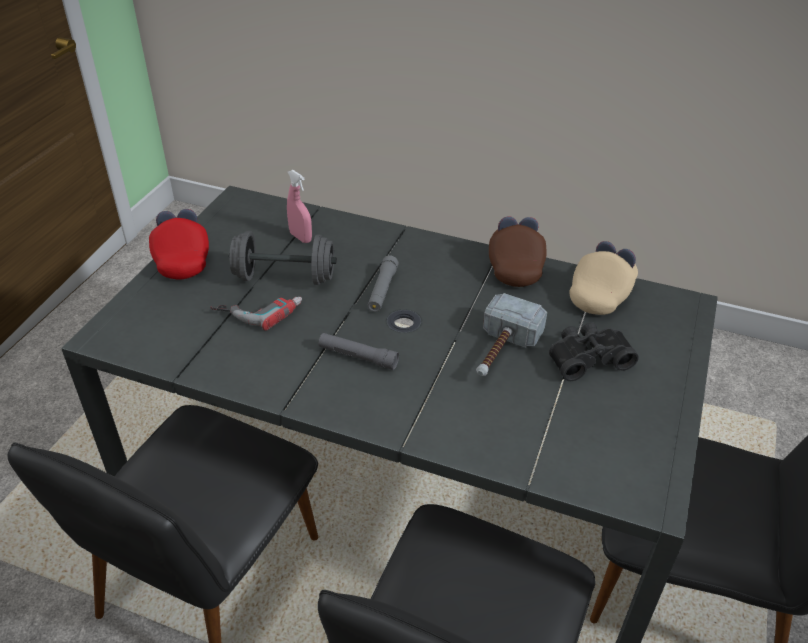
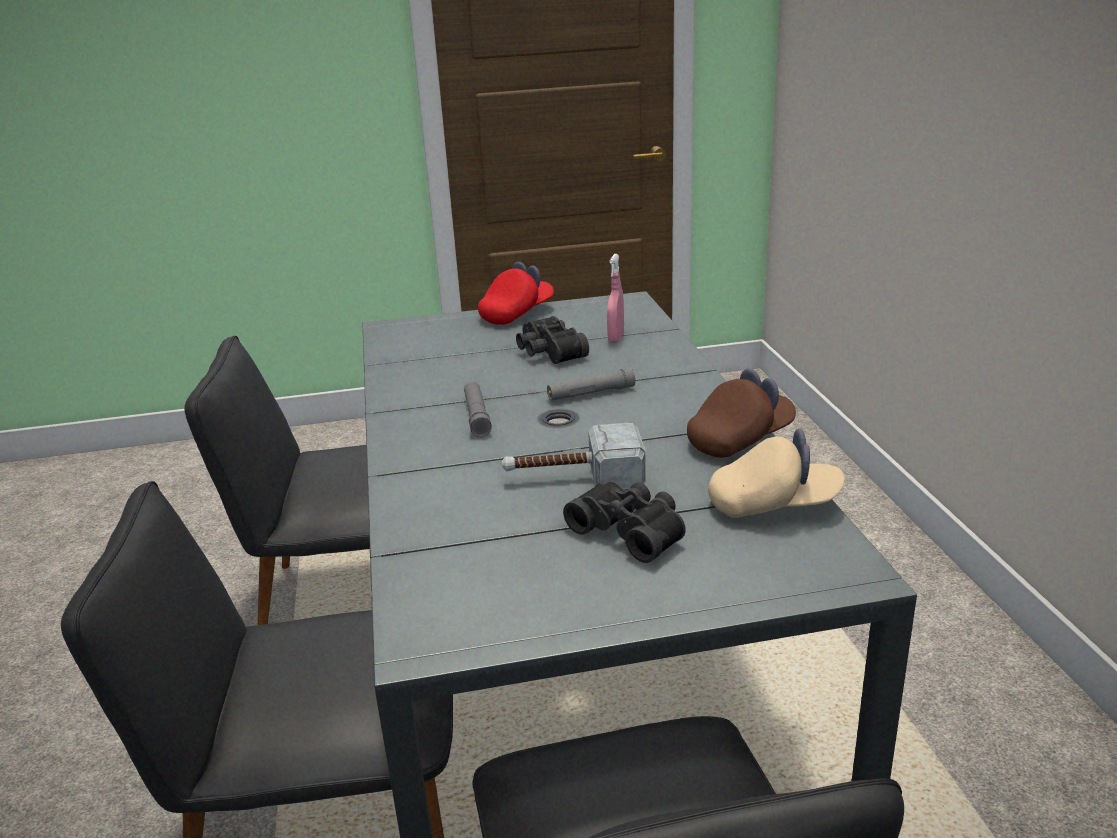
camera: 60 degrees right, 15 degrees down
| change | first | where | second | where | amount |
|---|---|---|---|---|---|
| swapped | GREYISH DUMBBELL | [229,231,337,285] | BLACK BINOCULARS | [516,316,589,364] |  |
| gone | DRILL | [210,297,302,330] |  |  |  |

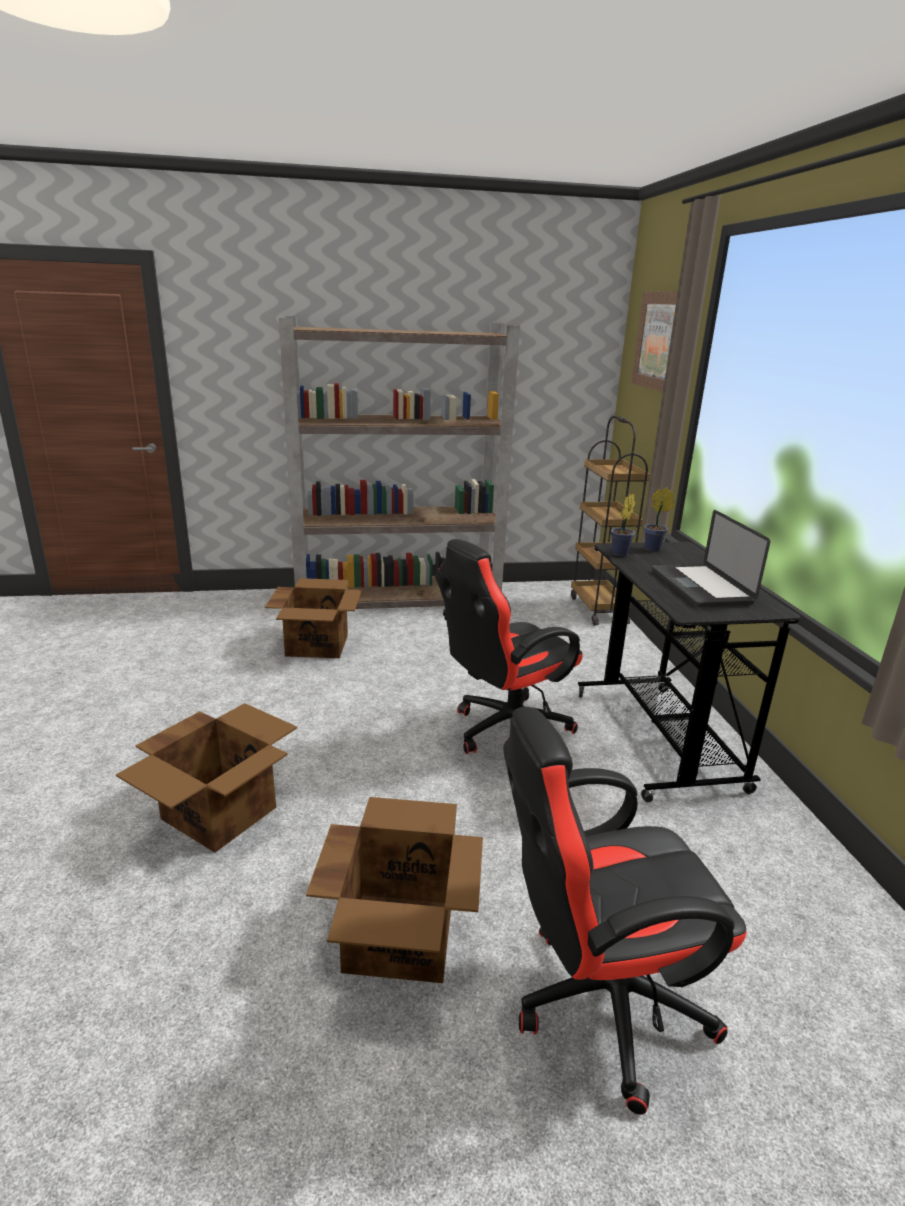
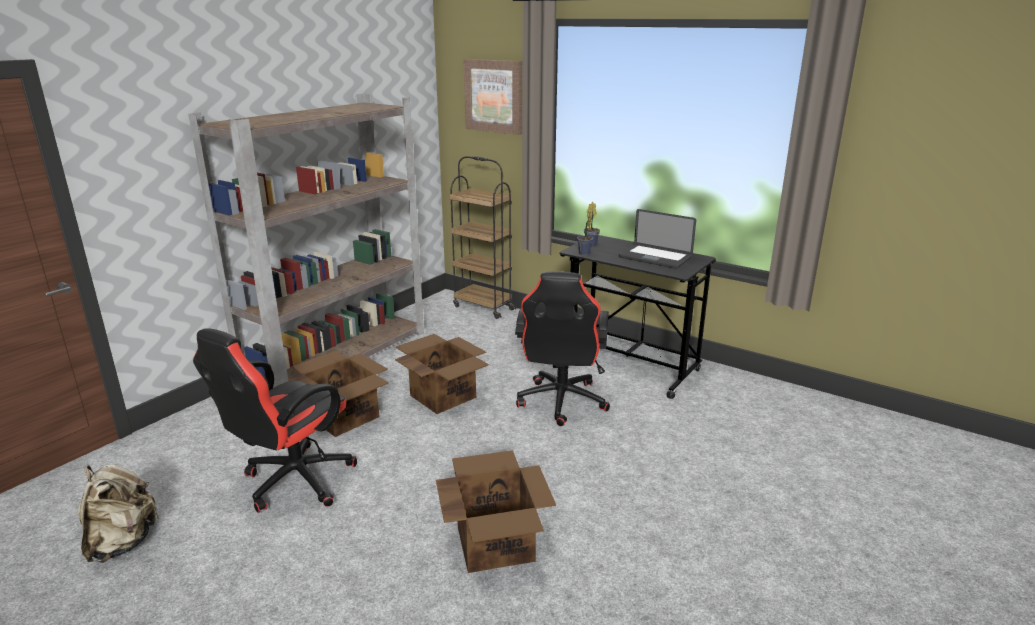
camera: 45 degrees left, 0 degrees up
| change | first | where | second | where | amount |
|---|---|---|---|---|---|
| new |  |  | BEIGE-COLOURED RUCKSACK | [78,464,160,563] |  |
| shifted | BLACK COMPUTER CHAIR | [503,707,746,1115] |  | [193,328,357,513] |  |
| shifted | PACKING BOX | [306,797,483,983] |  | [395,334,489,414] |  |

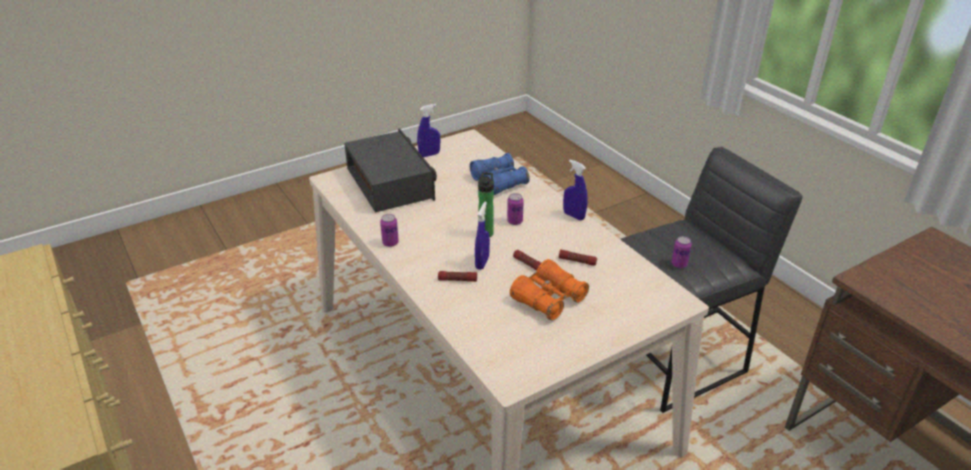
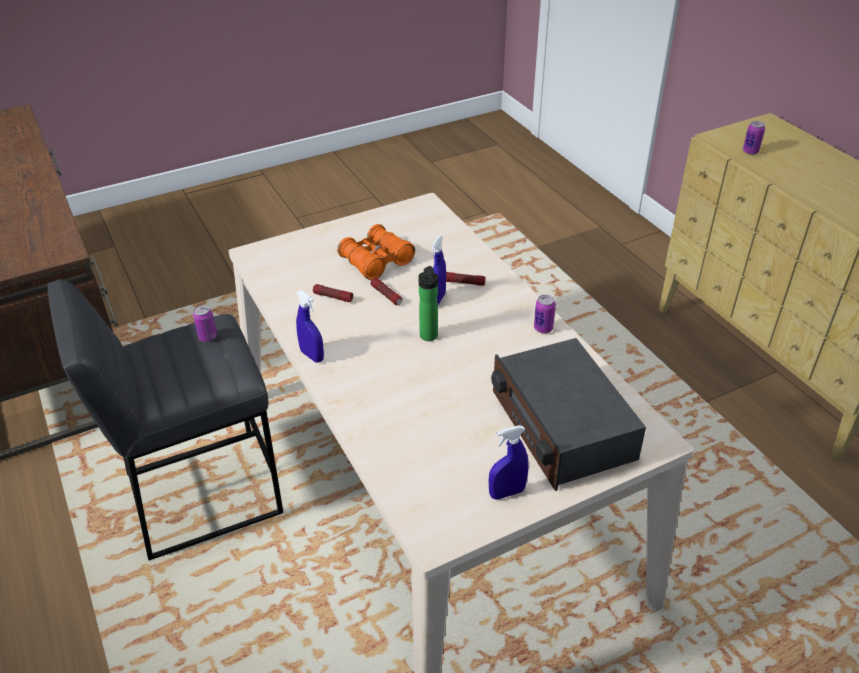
camera: 175 degrees left, 5 degrees up
| change | first | where | second | where | amount |
|---|---|---|---|---|---|
| shifted | SEALED CAN | [507,193,524,225] |  | [743,121,765,155] |  |
| gone | BLUE BINOCULARS | [470,153,530,195] |  |  |  |

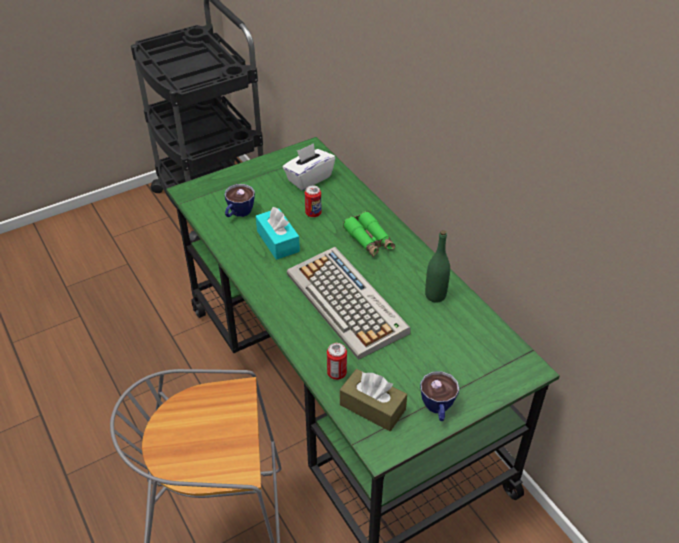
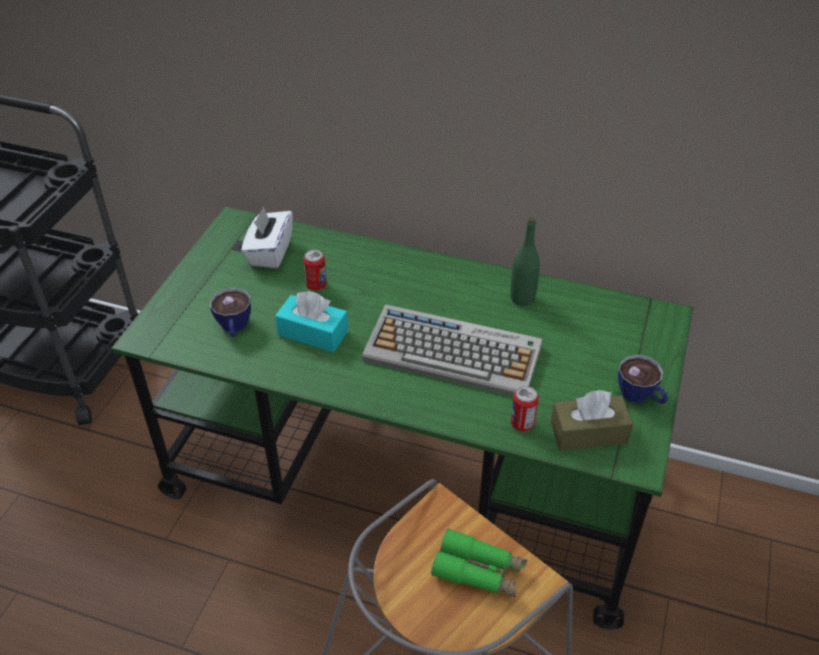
camera: 40 degrees left, 0 degrees up
| change | first | where | second | where | amount |
|---|---|---|---|---|---|
| shifted | GREEN-COLOURED BINOCULARS | [343,211,395,257] |  | [431,529,527,598] |  |

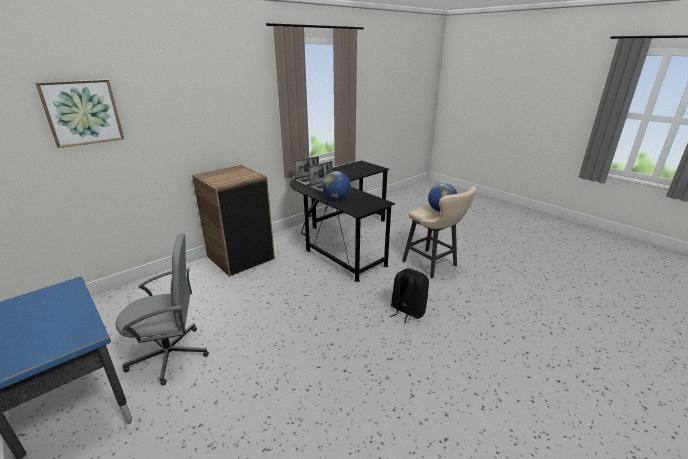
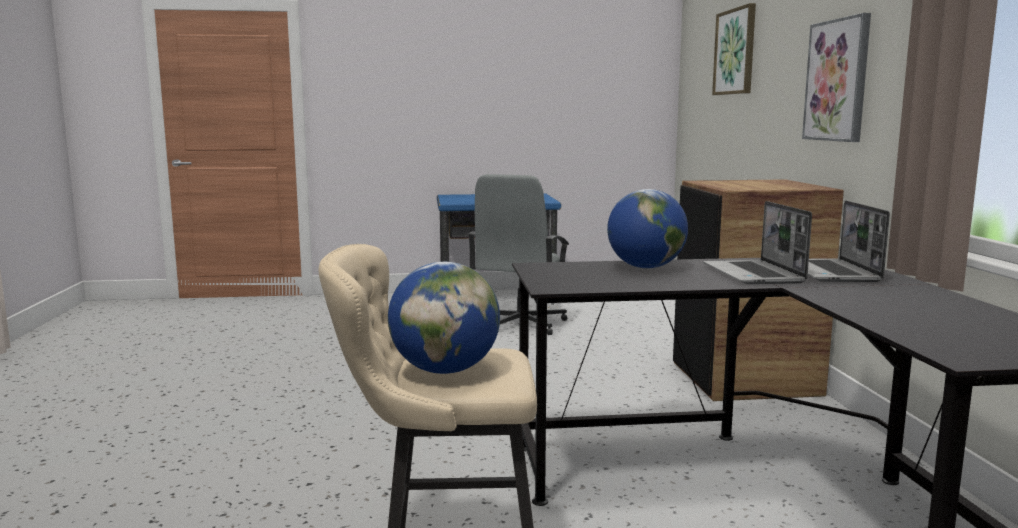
camera: 125 degrees right, 15 degrees down
| change | first | where | second | where | amount |
|---|---|---|---|---|---|
| new |  |  | WALL PICTURE | [802,13,871,142] |  |
| gone | BLACK RUCKSACK | [390,268,429,323] |  |  |  |

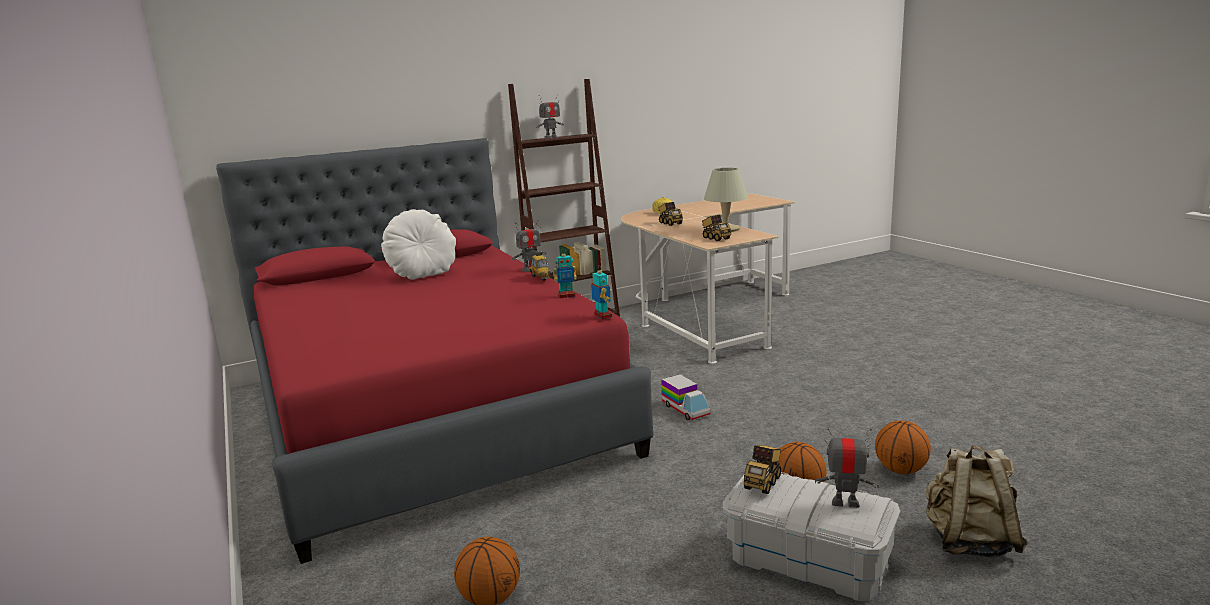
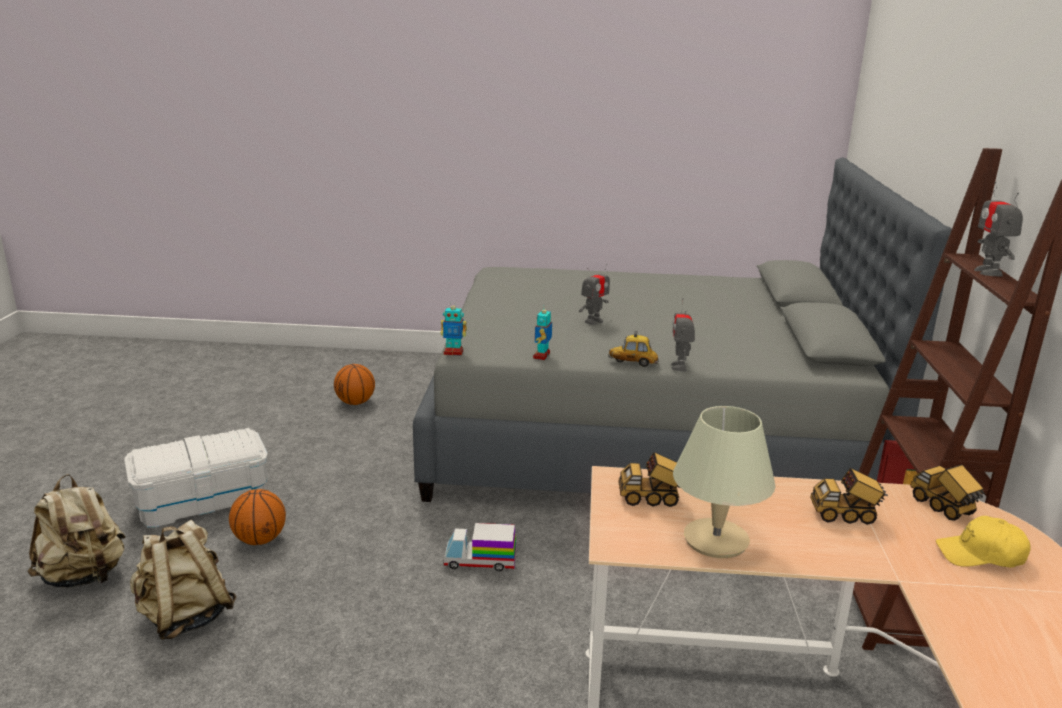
camera: 120 degrees right, 5 degrees up
| change | first | where | second | where | amount |
|---|---|---|---|---|---|
| swapped | BALL FOR BASKETBALL | [875,421,931,474] | BEIGE-COLOURED RUCKSACK | [130,520,237,640] |  |
| repainted | RED BEDROOM BED | [216,138,653,564] | GREYISH BEDROOM BED | [413,157,952,502] |  |
| shifted | TOY ROBOT | [815,428,879,508] |  | [579,264,610,325] |  |
| shifted | TOY TRUCK | [744,445,781,494] |  | [910,464,985,521] |  |
| gone | WHITISH THROW PILLOW | [381,209,456,280] |  |  |  |

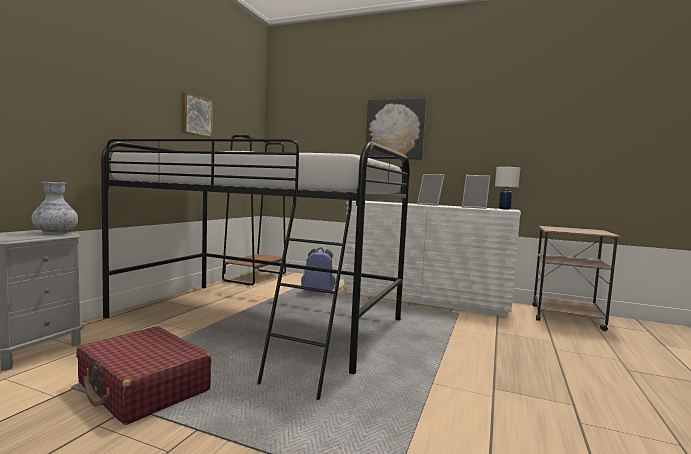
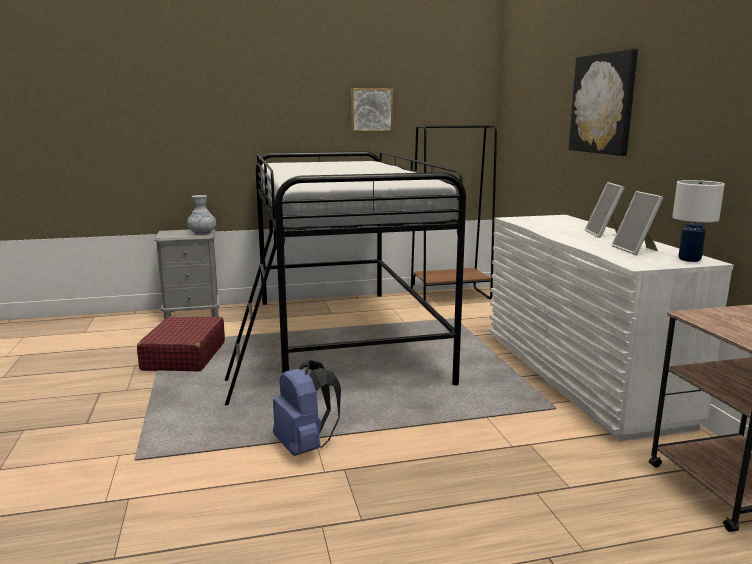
camera: 55 degrees right, 10 degrees up
| change | first | where | second | where | amount |
|---|---|---|---|---|---|
| shifted | BLUE RUCKSACK | [301,247,335,293] |  | [273,360,341,456] |  |

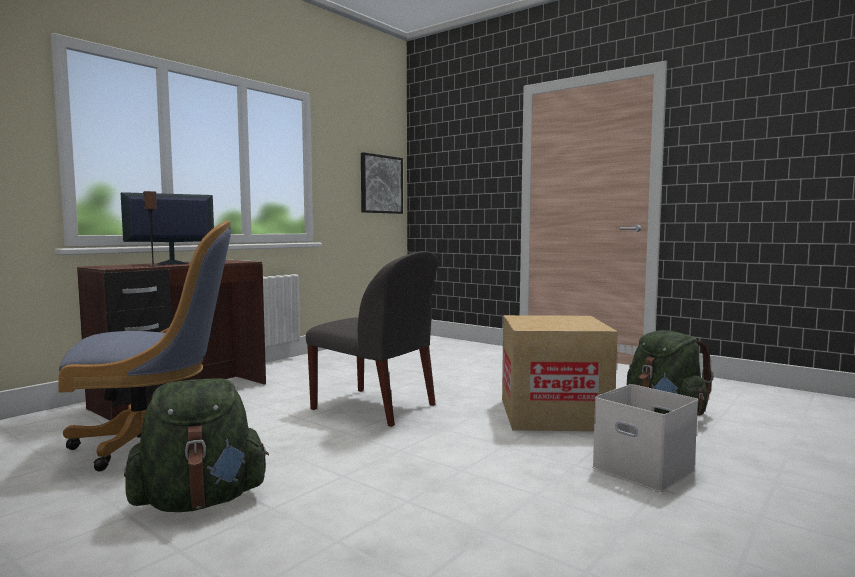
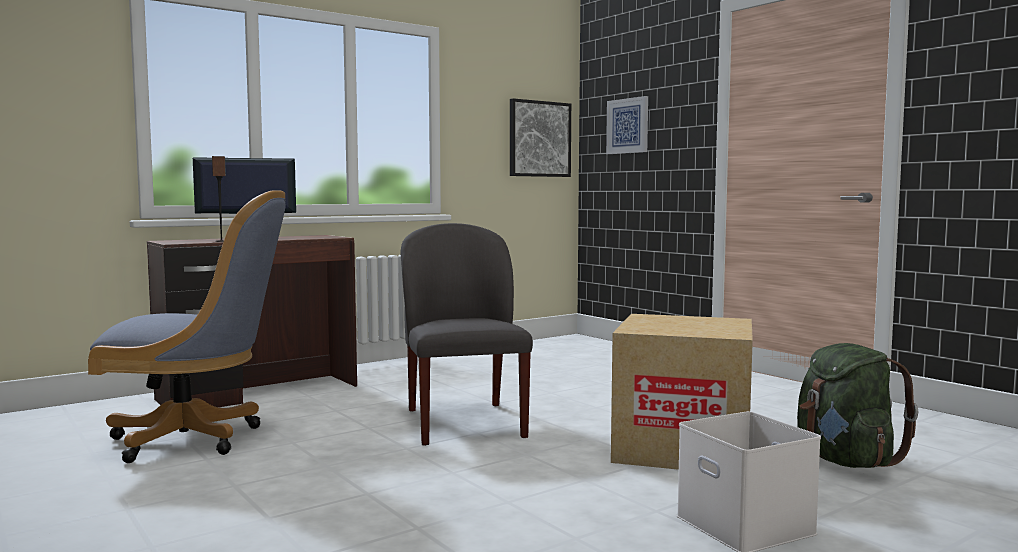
camera: 15 degrees right, 0 degrees up
| change | first | where | second | where | amount |
|---|---|---|---|---|---|
| rotated | GREYISH UPRIGHT CHAIR | [306,251,438,427] |  | [401,223,533,446] | 150 degrees counterclockwise |
| new |  |  | WALL PICTURE | [606,96,648,154] |  |
| gone | GREEN-COLOURED RUCKSACK | [124,378,269,512] |  |  |  |

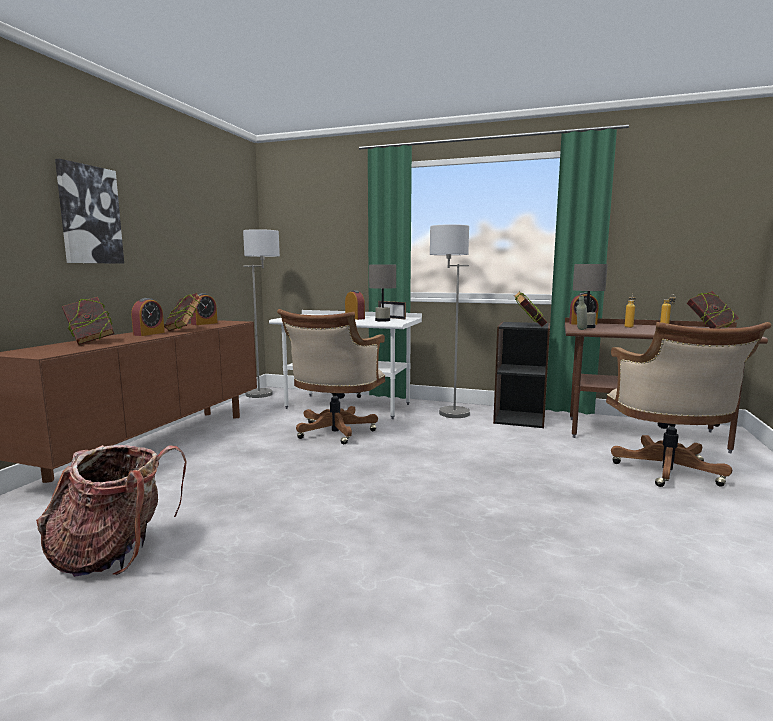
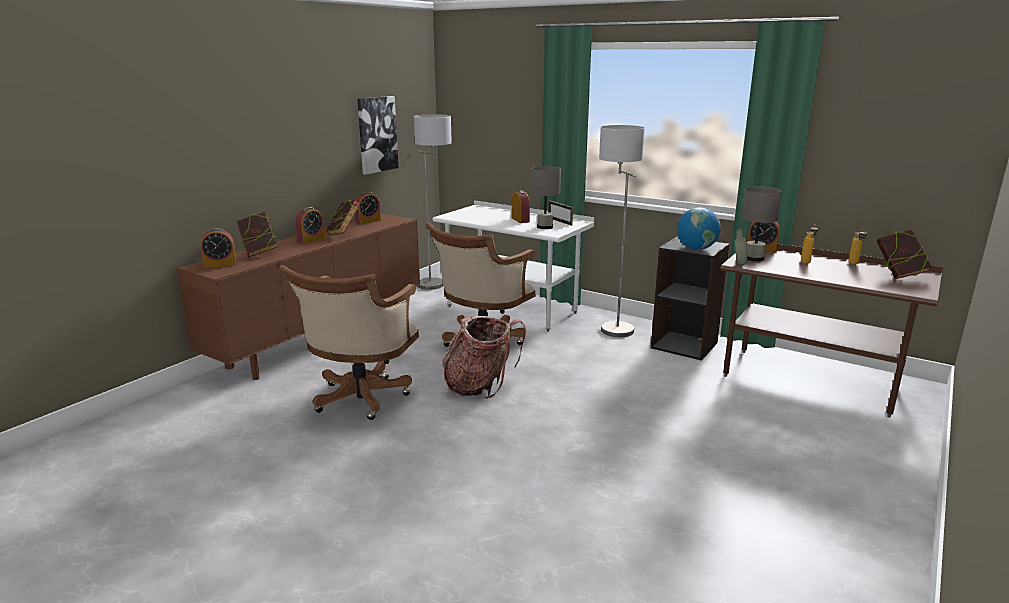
camera: 15 degrees right, 10 degrees up
| change | first | where | second | where | amount |
|---|---|---|---|---|---|
| new |  |  | TABLE CLOCK | [200,228,237,268] |  |
| shifted | COMPUTER CHAIR | [606,322,771,487] |  | [279,265,419,420] |  |
| shifted | WALL PICTURE | [55,159,124,264] |  | [357,96,399,174] |  |
| shifted | RUCKSACK | [36,445,187,577] |  | [442,315,526,399] |  |
| swapped | BOOK | [514,291,547,327] | DESK GLOBE | [677,207,721,250] |  |

